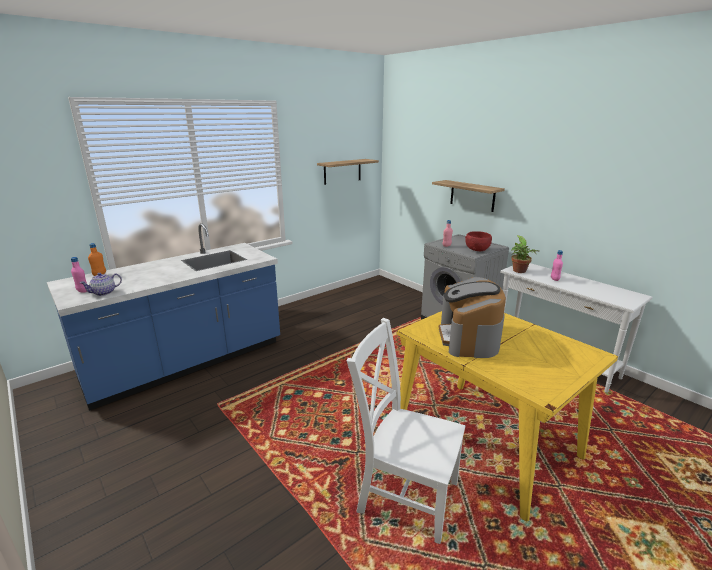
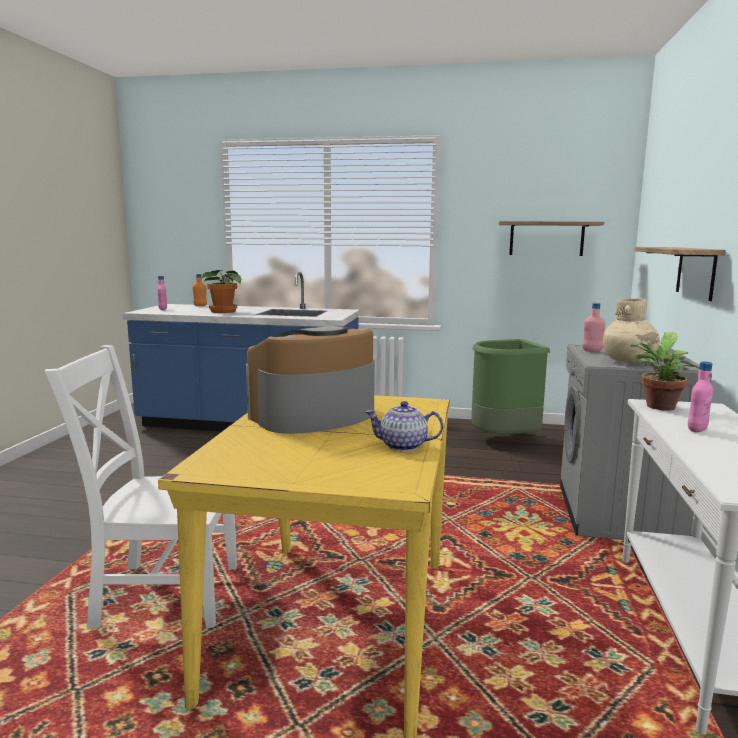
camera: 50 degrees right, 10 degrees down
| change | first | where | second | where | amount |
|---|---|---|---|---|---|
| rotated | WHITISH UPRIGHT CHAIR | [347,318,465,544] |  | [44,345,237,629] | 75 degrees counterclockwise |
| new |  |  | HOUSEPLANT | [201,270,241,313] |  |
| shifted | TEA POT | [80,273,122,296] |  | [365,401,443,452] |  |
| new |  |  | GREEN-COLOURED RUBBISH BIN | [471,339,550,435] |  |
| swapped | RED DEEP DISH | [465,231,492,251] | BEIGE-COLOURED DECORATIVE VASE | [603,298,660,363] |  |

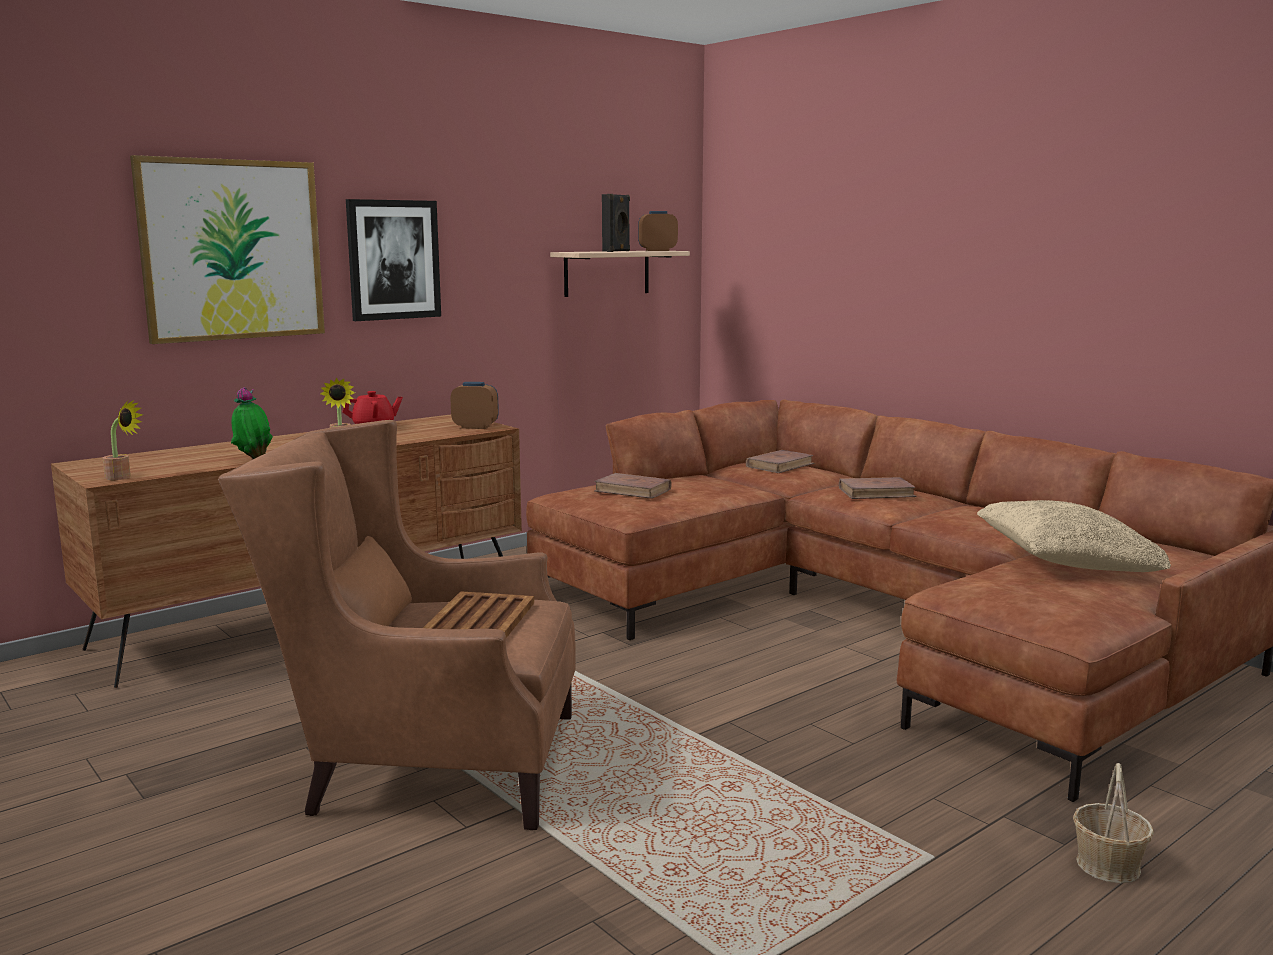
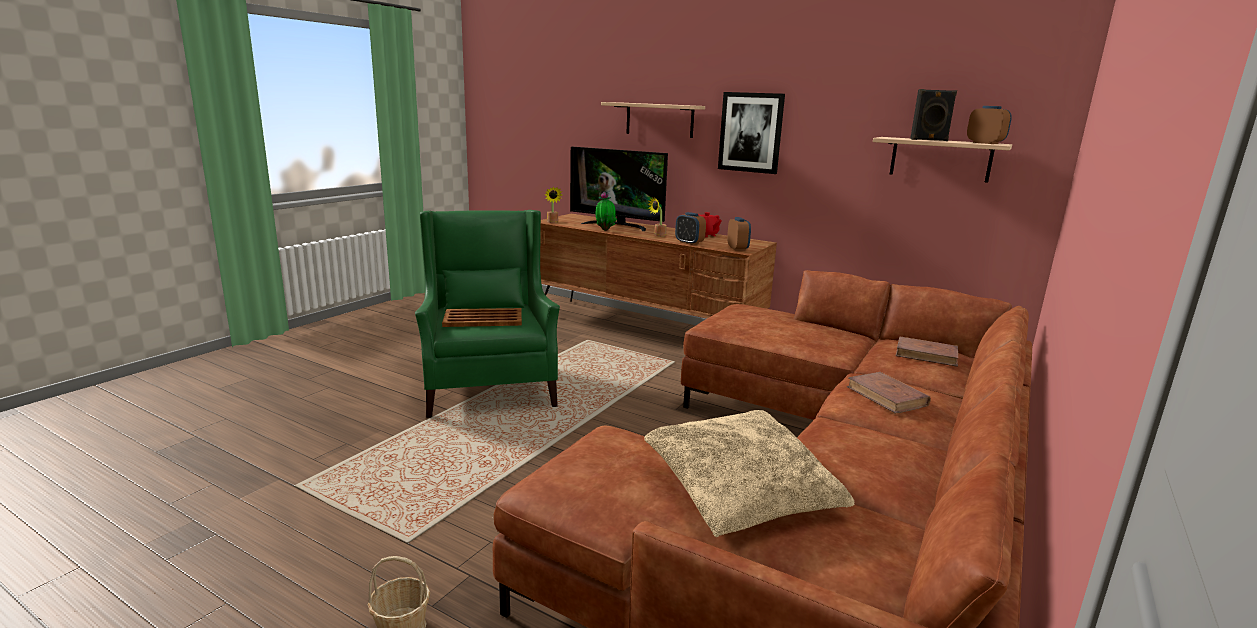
camera: 70 degrees right, 5 degrees up
| change | first | where | second | where | amount |
|---|---|---|---|---|---|
| repainted | BROWN-COLOURED EASY CHAIR | [218,420,576,830] | GREEN-COLOURED EASY CHAIR | [415,210,560,418] |  |
| new |  |  | TV | [570,147,668,231] |  |
| swapped | WALL PICTURE | [130,155,325,344] | BRACKET SHELF | [601,102,705,138] |  |
| new |  |  | TABLE CLOCK | [675,212,706,245] |  |
| gone | BROWN-COLOURED BOOK | [594,473,672,499] |  |  |  |

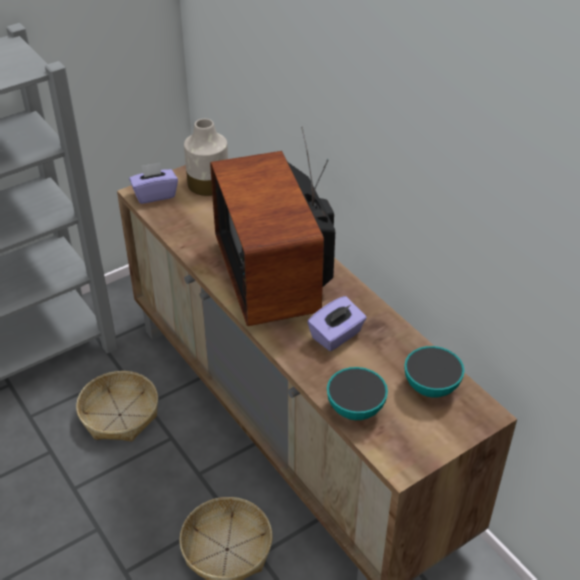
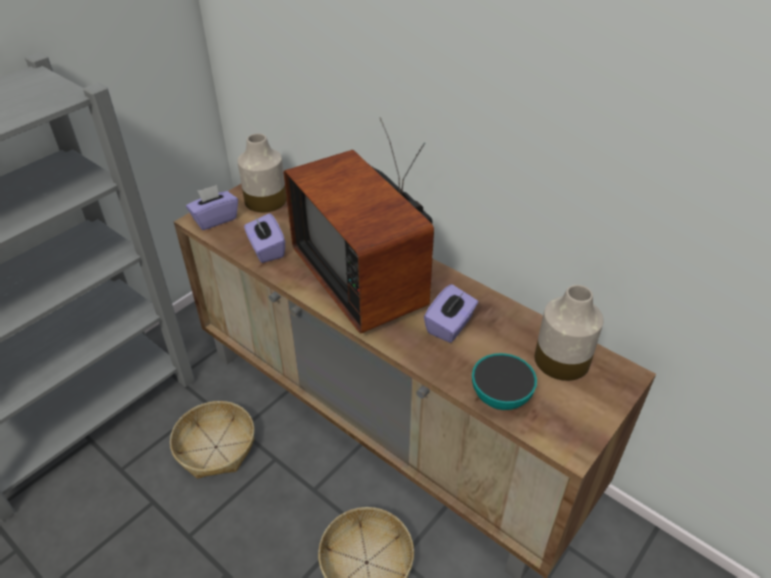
camera: 15 degrees left, 0 degrees up
| change | first | where | second | where | amount |
|---|---|---|---|---|---|
| new |  |  | PURPLE BOX OF TISSUES | [244,213,285,263] |  |
| swapped | DEEP DISH | [404,346,464,398] | BEIGE-COLOURED DECORATIVE VASE | [534,285,603,381] |  |

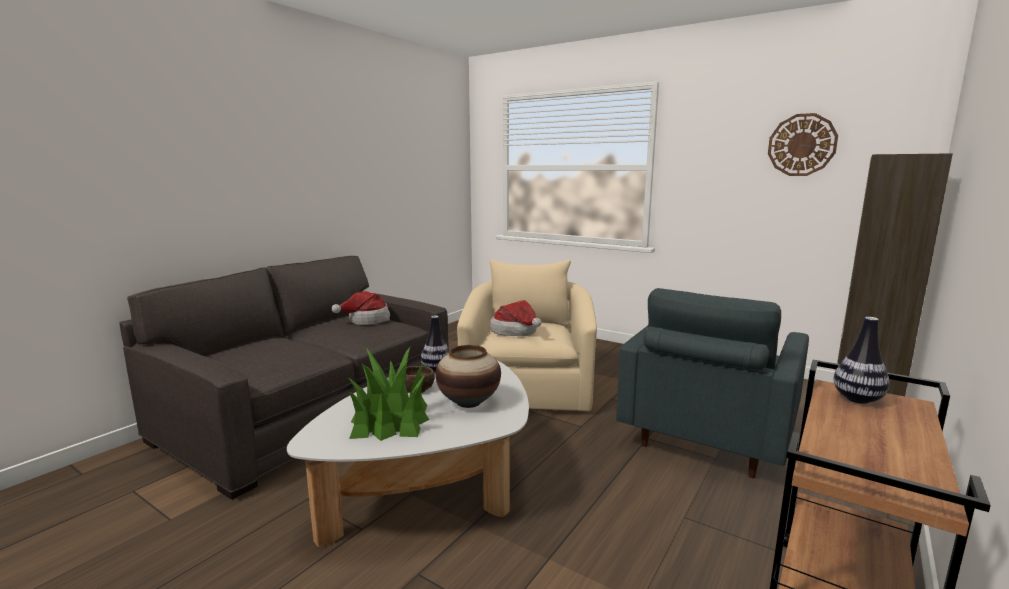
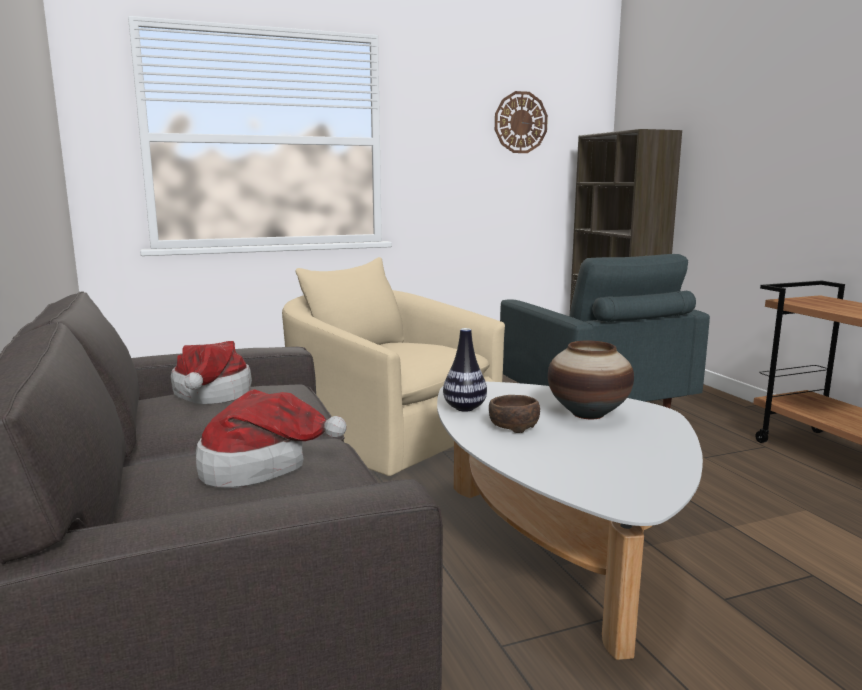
camera: 55 degrees left, 0 degrees up
| change | first | where | second | where | amount |
|---|---|---|---|---|---|
| shifted | HAT | [490,300,542,336] |  | [196,389,346,488] |  |
| gone | HOUSEPLANT | [348,347,430,441] |  |  |  |
| gone | DECORATIVE VASE | [834,317,889,404] |  |  |  |

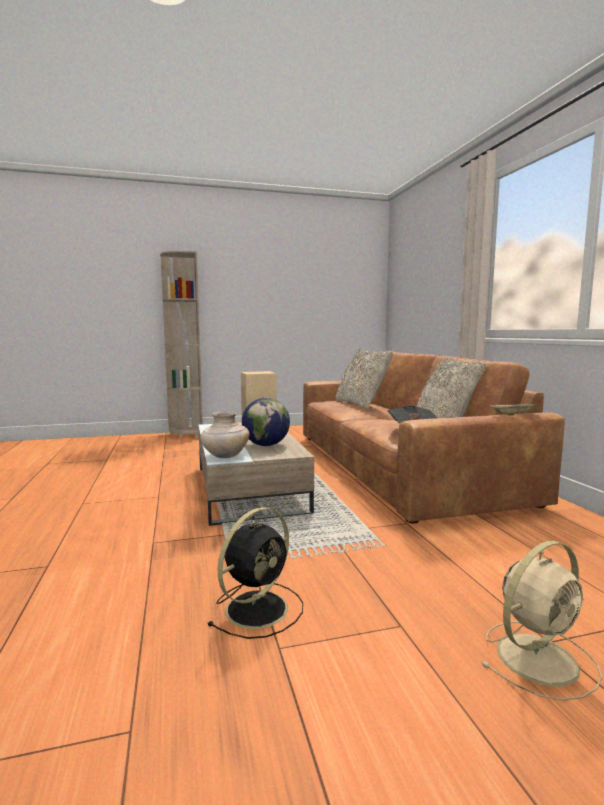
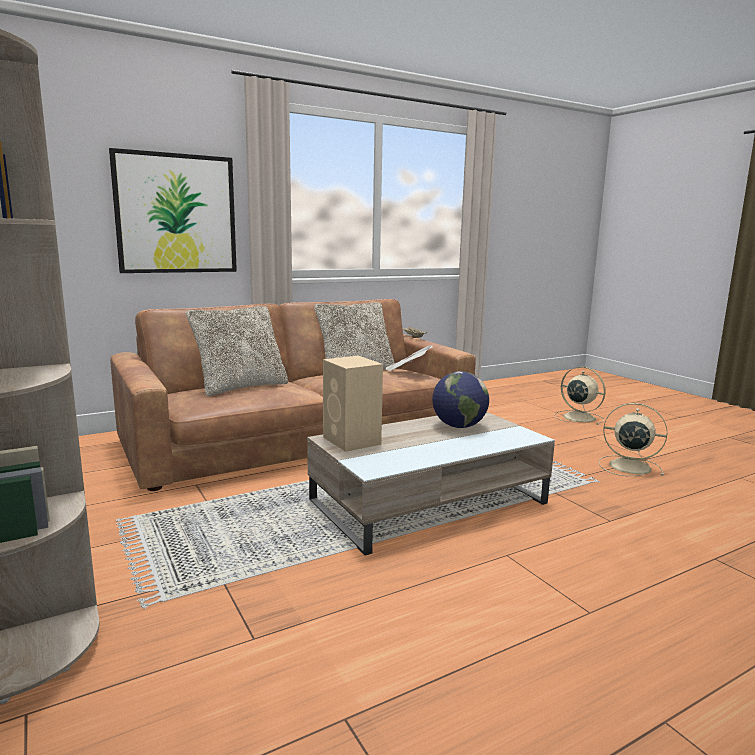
camera: 105 degrees left, 5 degrees up
| change | first | where | second | where | amount |
|---|---|---|---|---|---|
| new |  |  | WALL PICTURE | [109,148,237,273] |  |
| repainted | BLACK FAN | [207,507,303,639] | BEIGE-COLOURED FAN | [599,403,667,476] |  |
| gone | BEIGE-COLOURED DECORATIVE VASE | [200,411,249,458] |  |  |  |

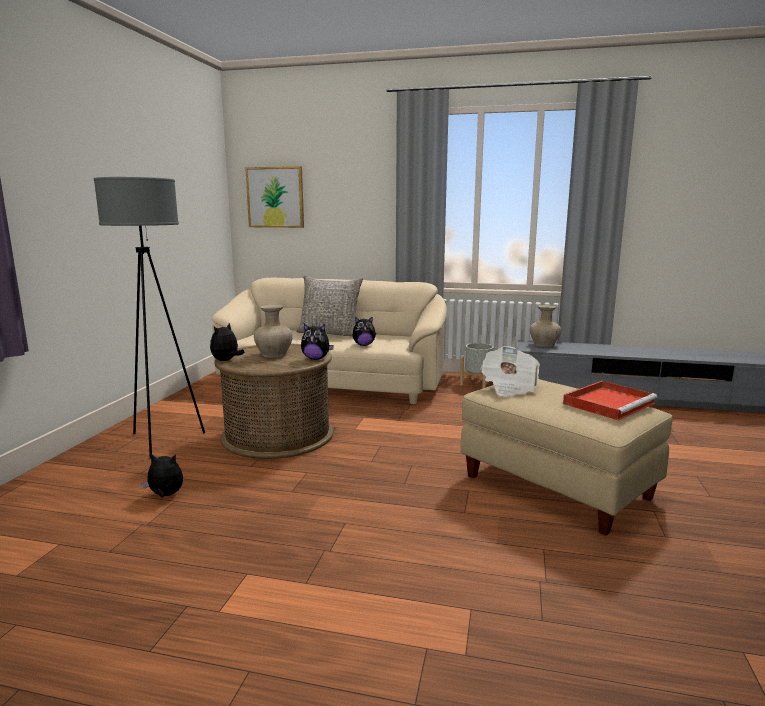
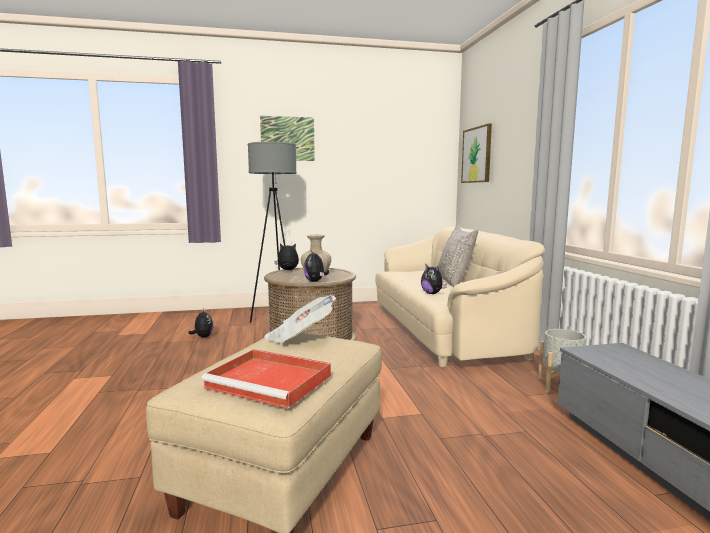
camera: 65 degrees right, 5 degrees down
| change | first | where | second | where | amount |
|---|---|---|---|---|---|
| new |  |  | WALL PICTURE | [260,116,315,161] |  |
| gone | BEIGE-COLOURED DECORATIVE VASE | [530,305,561,347] |  |  |  |

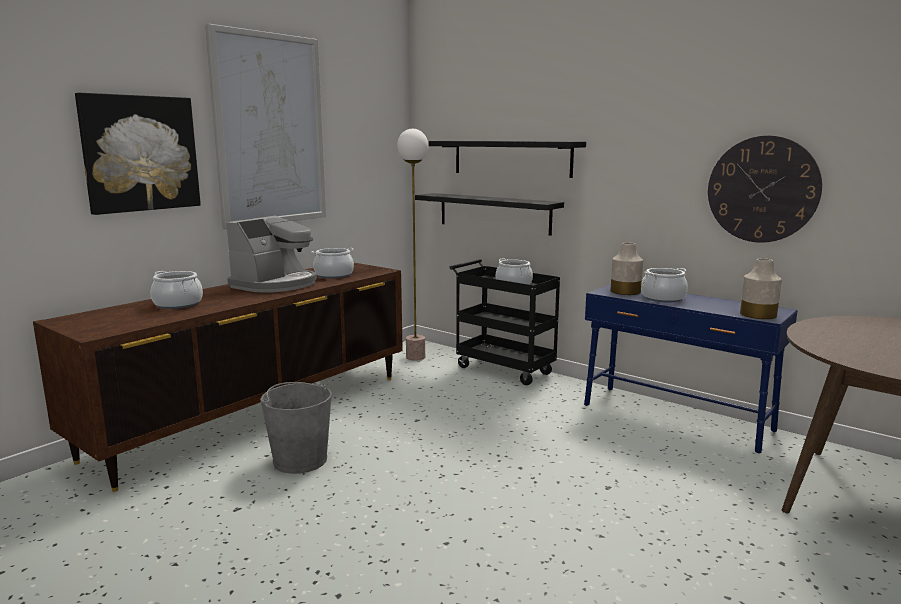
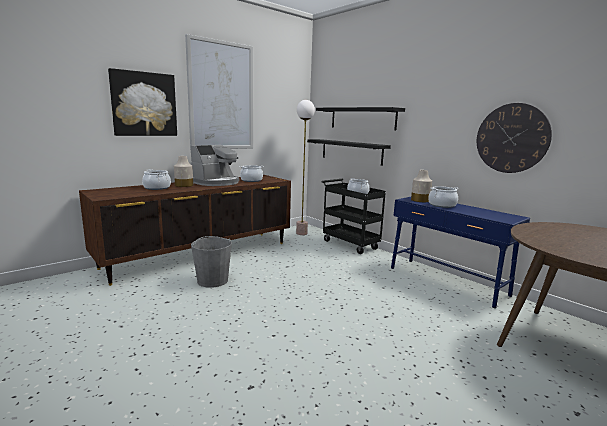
camera: 10 degrees right, 0 degrees up
| change | first | where | second | where | amount |
|---|---|---|---|---|---|
| shifted | BEIGE-COLOURED DECORATIVE VASE | [740,258,782,319] |  | [174,156,193,187] |  |

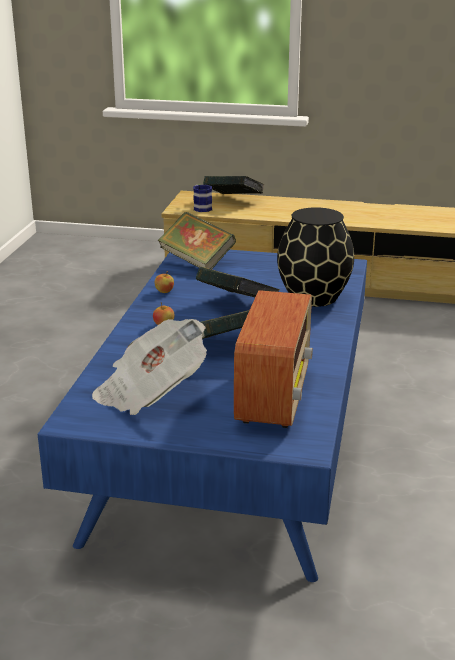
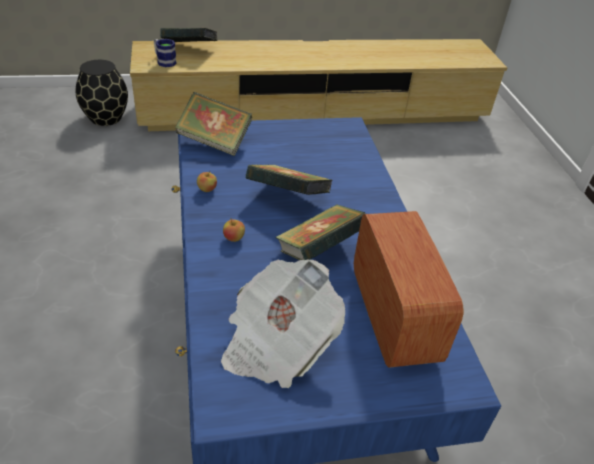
camera: 25 degrees left, 15 degrees up
| change | first | where | second | where | amount |
|---|---|---|---|---|---|
| shifted | BLACK DECORATIVE VASE | [277,207,354,307] |  | [76,60,128,126] |  |

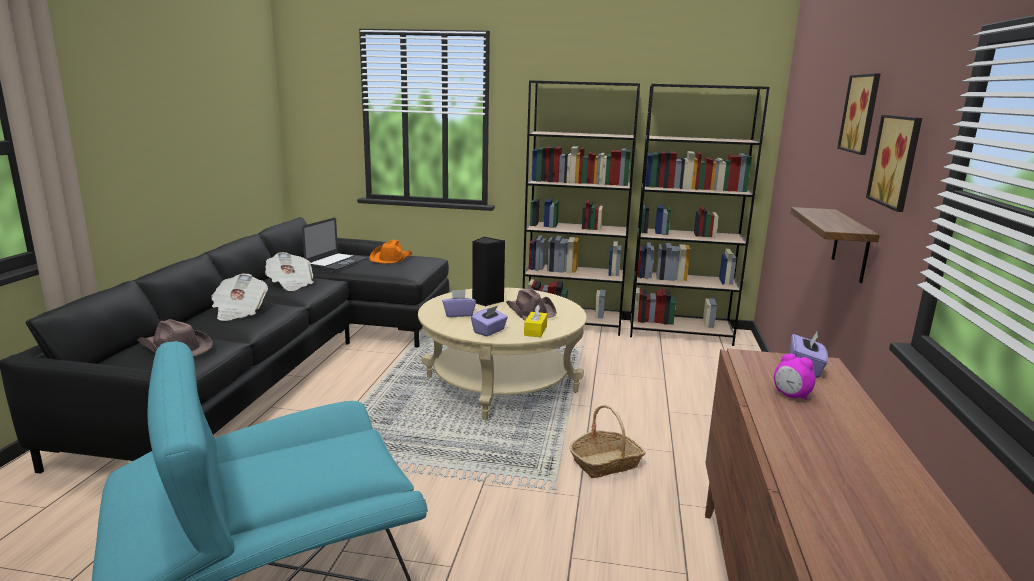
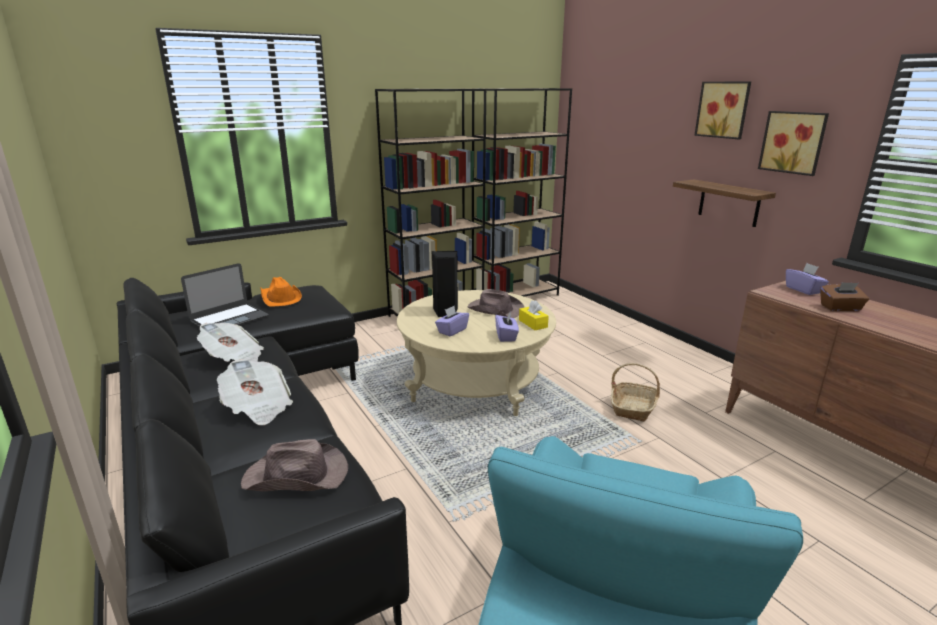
camera: 40 degrees left, 5 degrees up
| change | first | where | second | where | amount |
|---|---|---|---|---|---|
| rotated | PORTABLE COMPUTER | [302,218,367,270] |  | [181,263,268,327] | 60 degrees clockwise |
| swapped | TABLE CLOCK | [774,354,816,400] | BROWN-COLOURED BOX OF TISSUES | [821,282,869,311] |  |

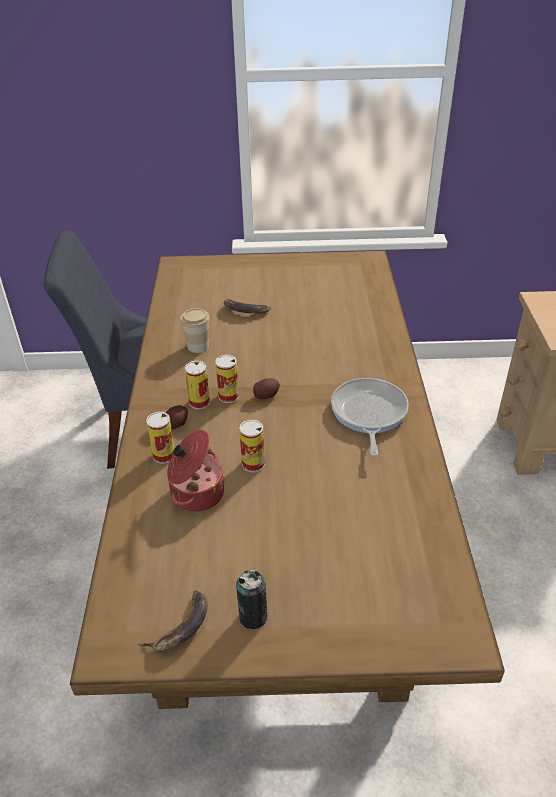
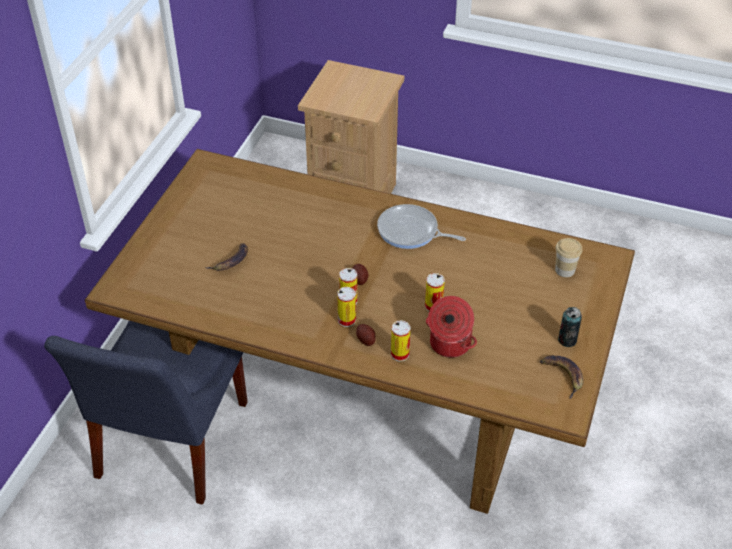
camera: 70 degrees left, 5 degrees up
| change | first | where | second | where | amount |
|---|---|---|---|---|---|
| shifted | CUP | [180,308,210,353] |  | [555,238,582,277] |  |

